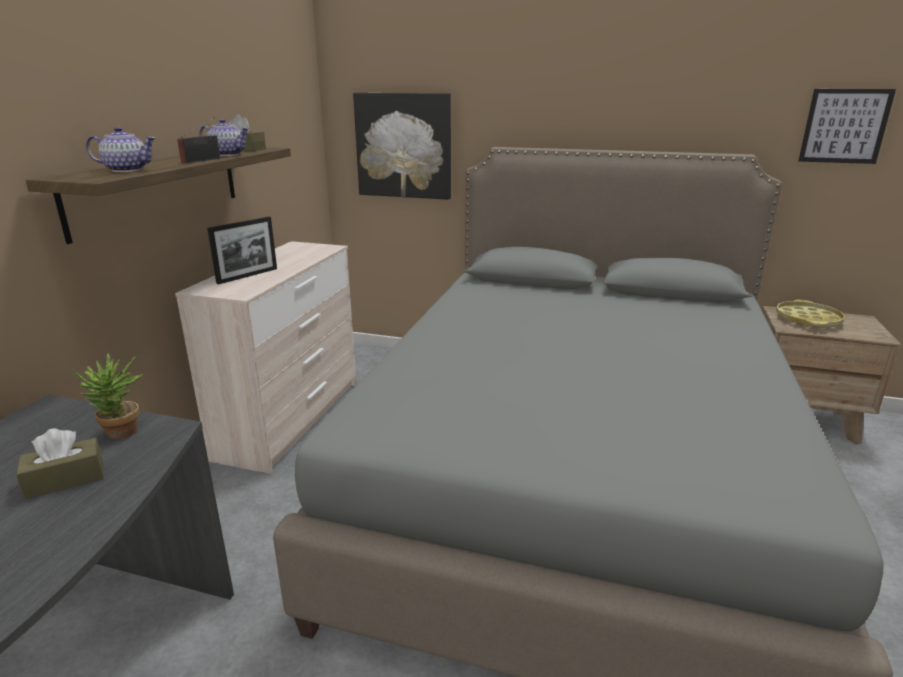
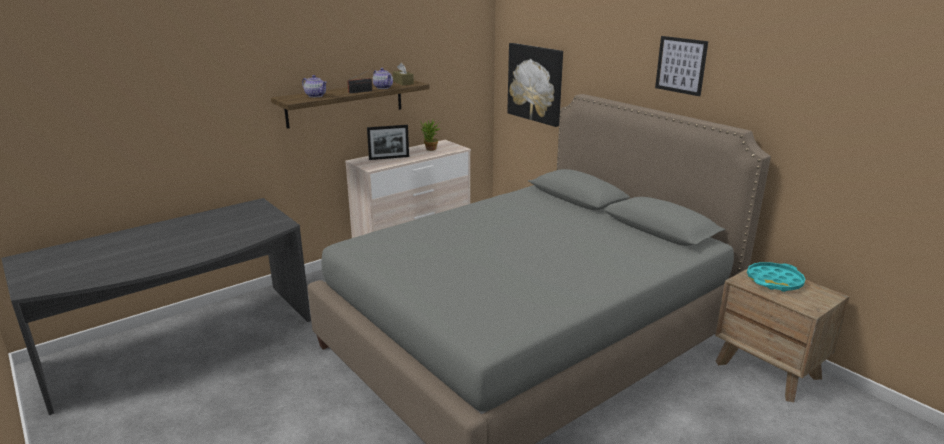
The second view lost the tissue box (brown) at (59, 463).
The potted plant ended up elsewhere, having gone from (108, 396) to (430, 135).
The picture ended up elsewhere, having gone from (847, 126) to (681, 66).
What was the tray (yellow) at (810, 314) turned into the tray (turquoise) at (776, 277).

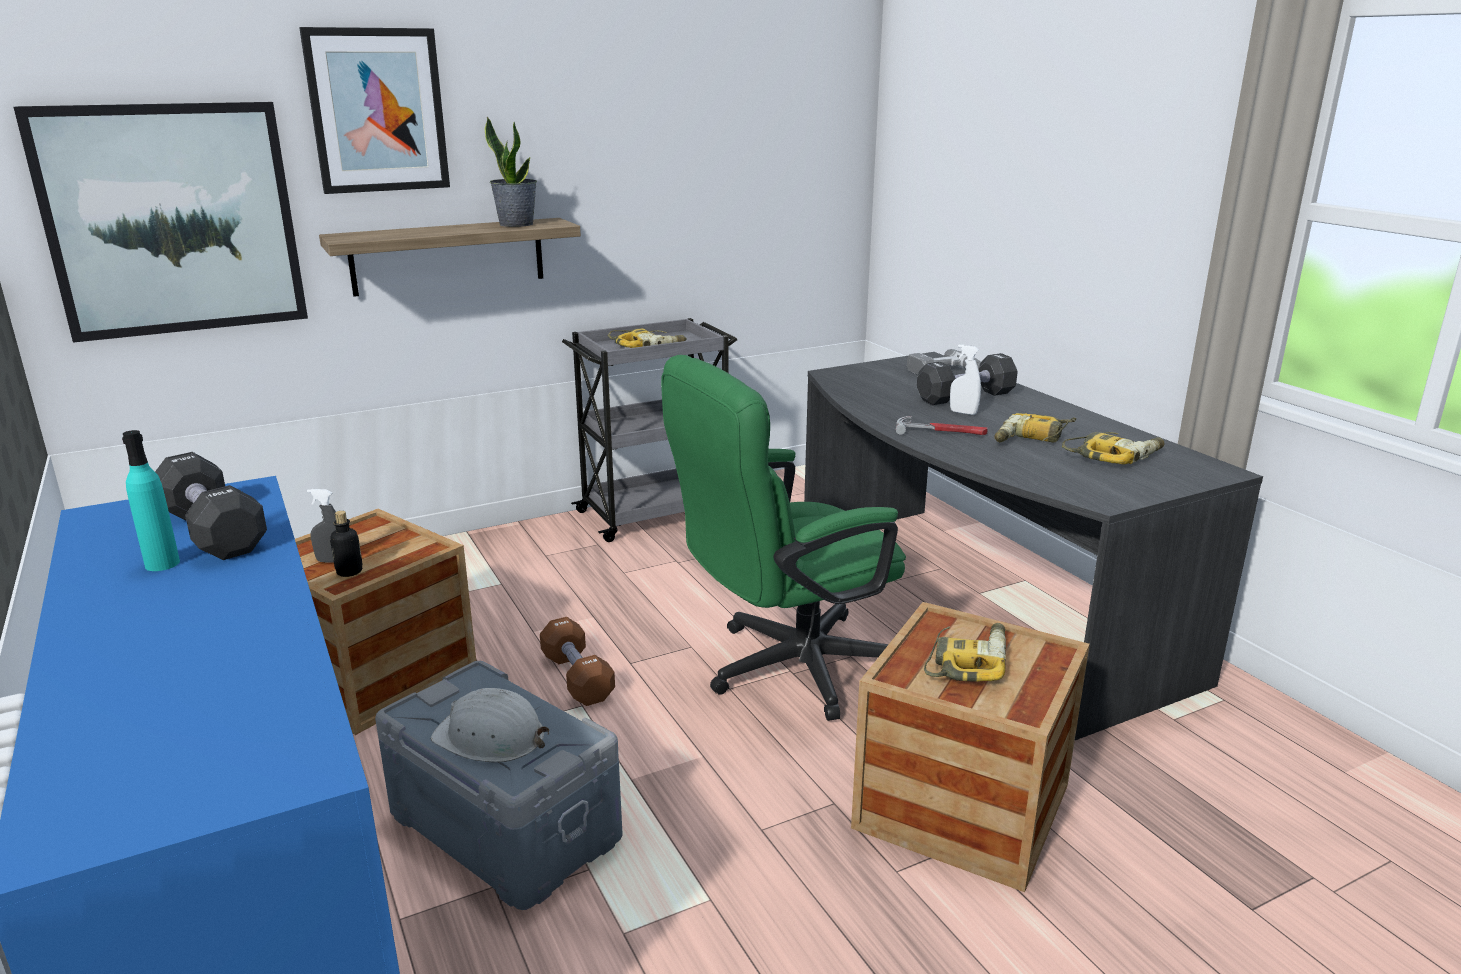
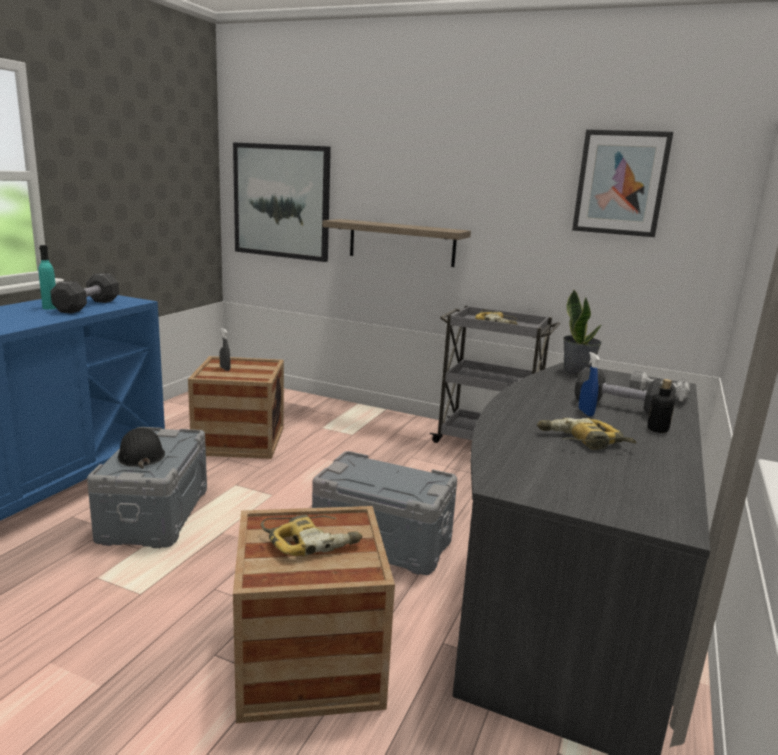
The second view lost the dumbbell (brown) at (577, 661).
The second view lost the hammer at (942, 425).
The second view lost the power drill at (1113, 448).
The picture ended up elsewhere, having gone from (374, 110) to (622, 183).
The bottle ended up elsewhere, having gone from (346, 544) to (661, 406).
The potted plant ended up elsewhere, having gone from (510, 172) to (582, 333).
Where the office chair (green) stood at (783, 538), the storage box (grey) came to stand at (384, 513).
What was the hard hat (white) at (490, 725) turned into the hard hat (black) at (141, 448).
What was the spray bottle (white) at (965, 379) turned into the spray bottle (blue) at (589, 384).

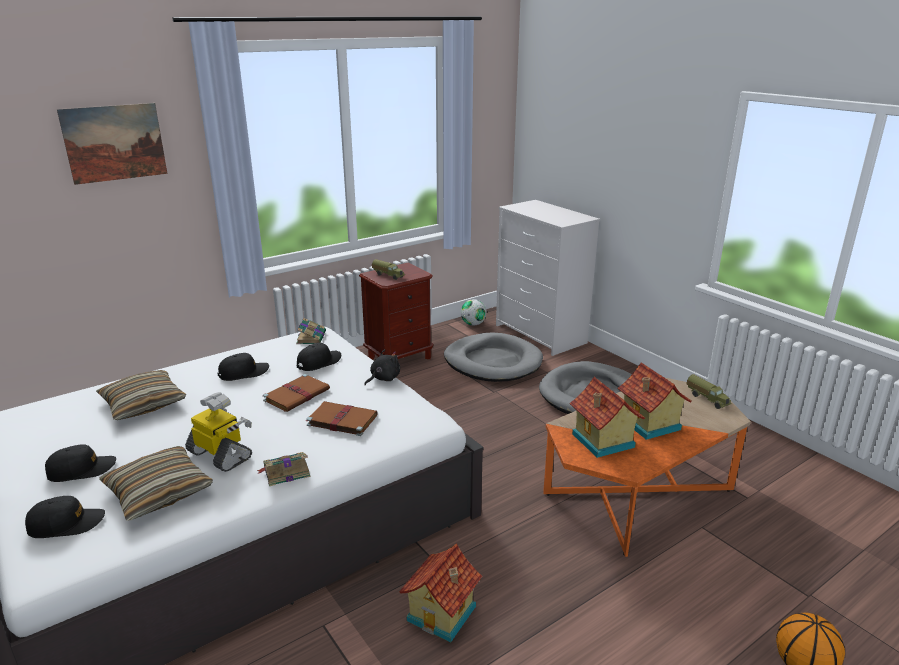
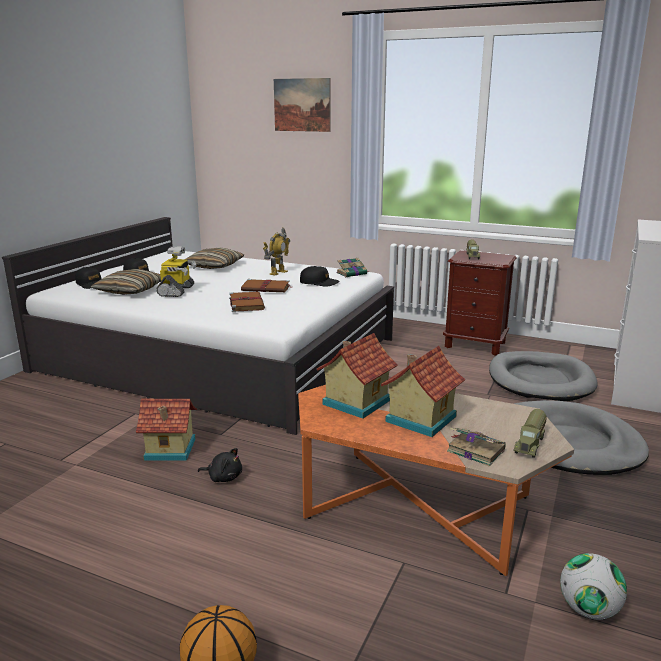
The book ended up elsewhere, having gone from (283, 469) to (476, 447).
The plush toy (black) ended up elsewhere, having gone from (382, 367) to (220, 465).
The football ended up elsewhere, having gone from (474, 312) to (593, 586).
Where the cap (black) stood at (243, 367), the toy robot came to stand at (276, 251).

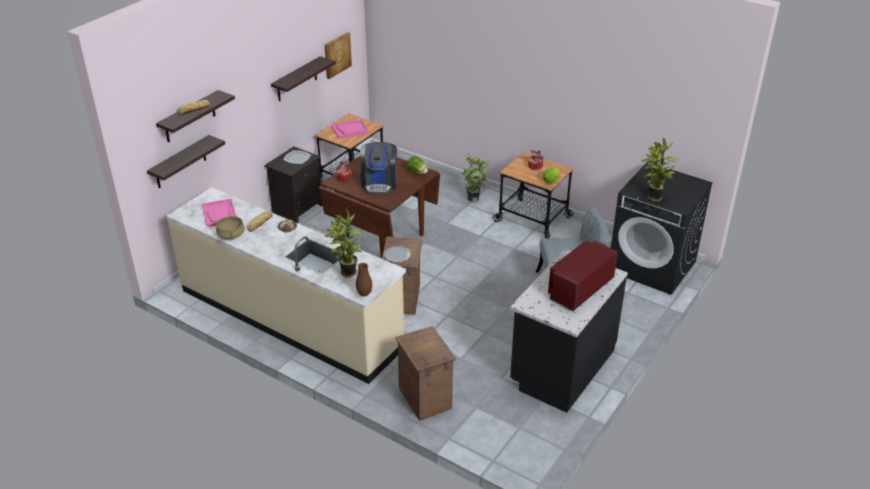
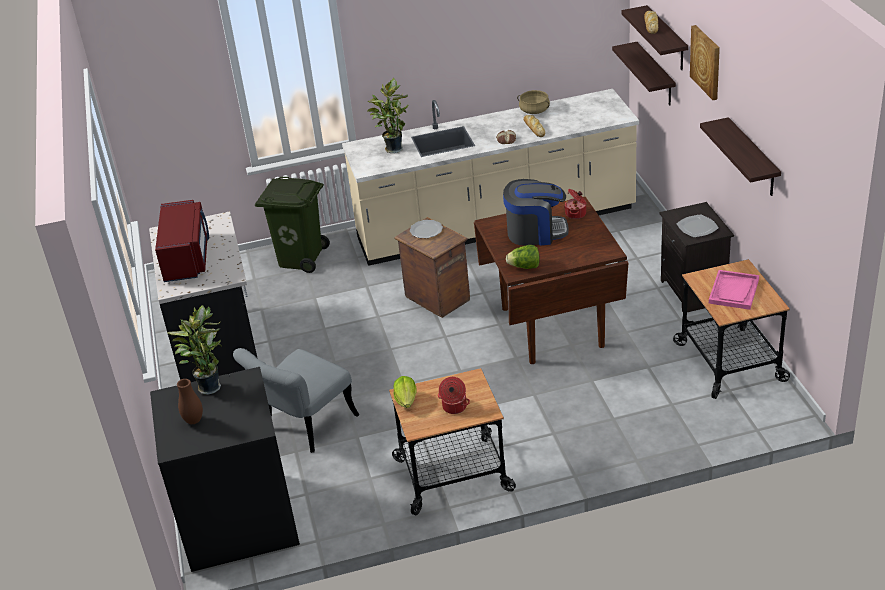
The second view lost the tray (pink) at (219, 213).
The second view lost the potted plant at (475, 178).
The picture ended up elsewhere, having gone from (338, 55) to (705, 62).
The vase (brown) ended up elsewhere, having gone from (364, 279) to (190, 401).
Where the crate stood at (425, 373), the trash can (green) came to stand at (292, 225).
The coffee machine at (378, 168) ended up facing another way, 135 degrees clockwise from before.

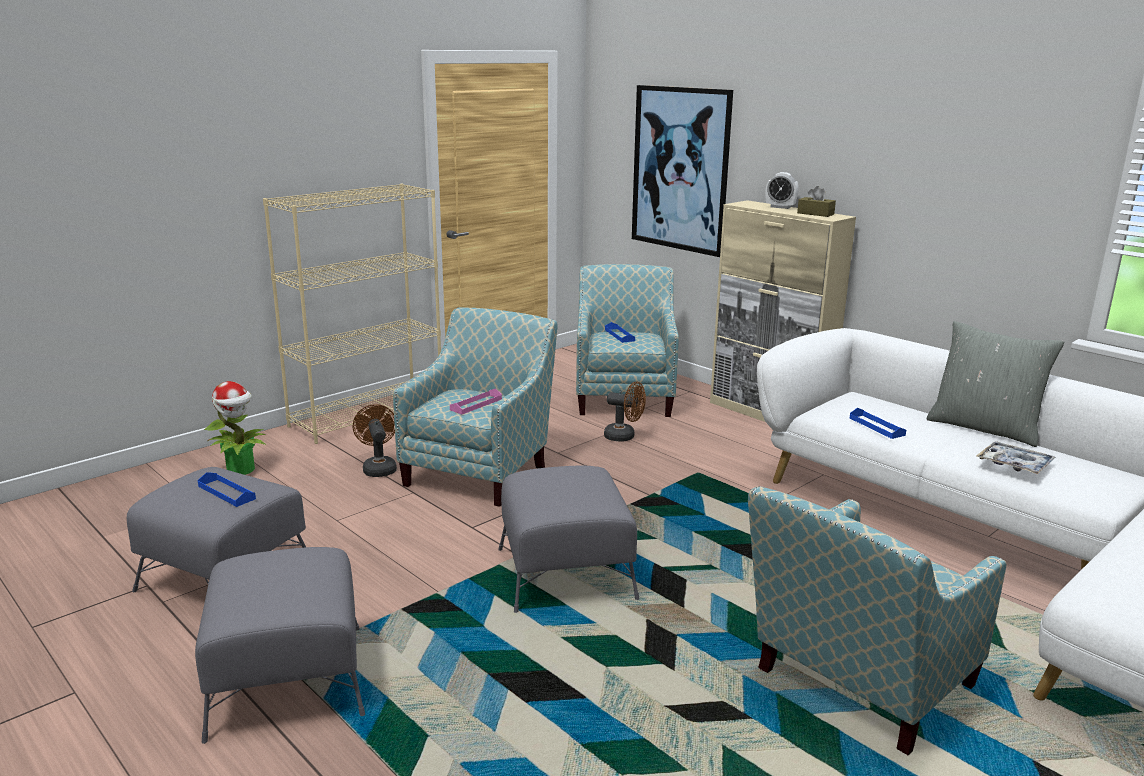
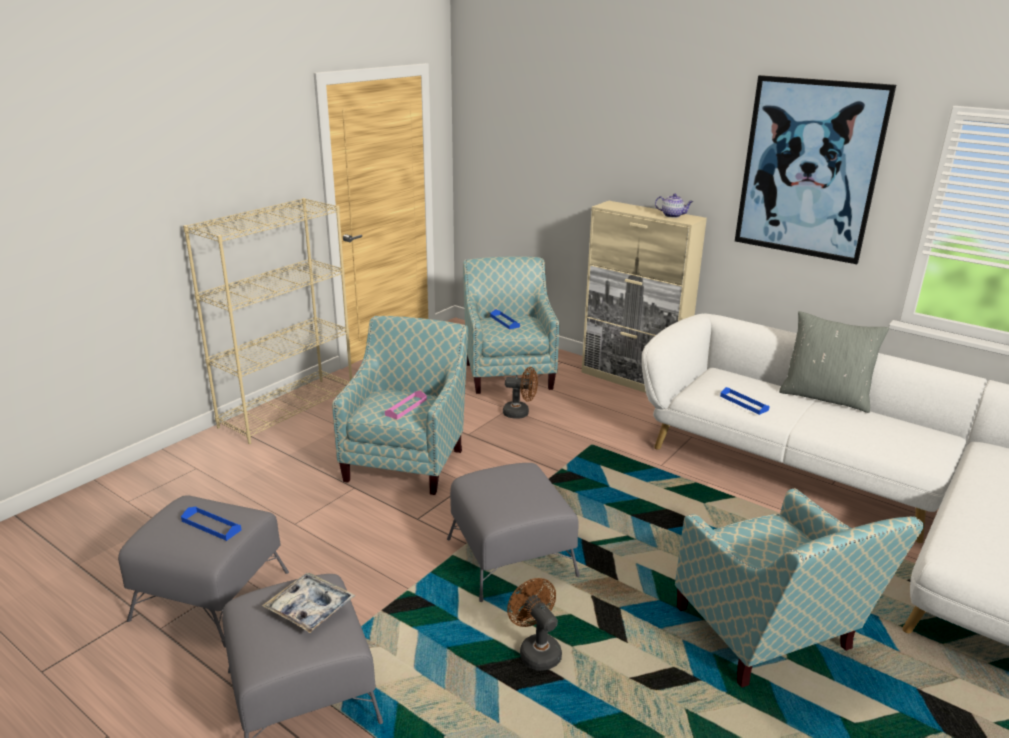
The second view lost the potted plant at (235, 428).
The second view lost the alarm clock at (782, 190).
The fan (brown) ended up elsewhere, having gone from (375, 440) to (534, 624).
The picture ended up elsewhere, having gone from (682, 171) to (815, 169).
The tray ended up elsewhere, having gone from (1016, 457) to (308, 603).
Where the tissue box (brown) stood at (816, 201), the teapot came to stand at (674, 206).
The armchair at (877, 620) ended up facing another way, 60 degrees counterclockwise from before.

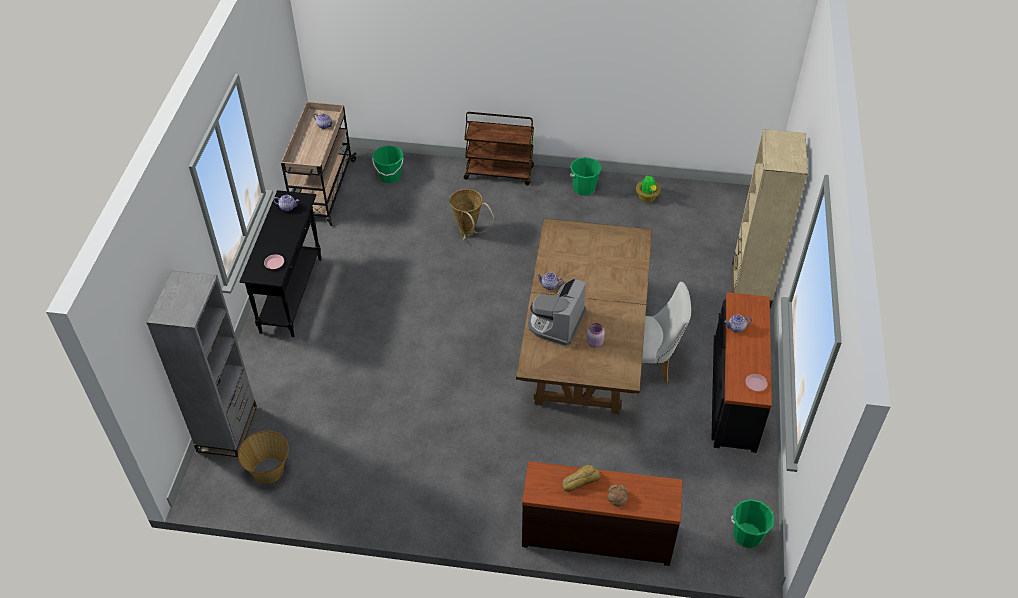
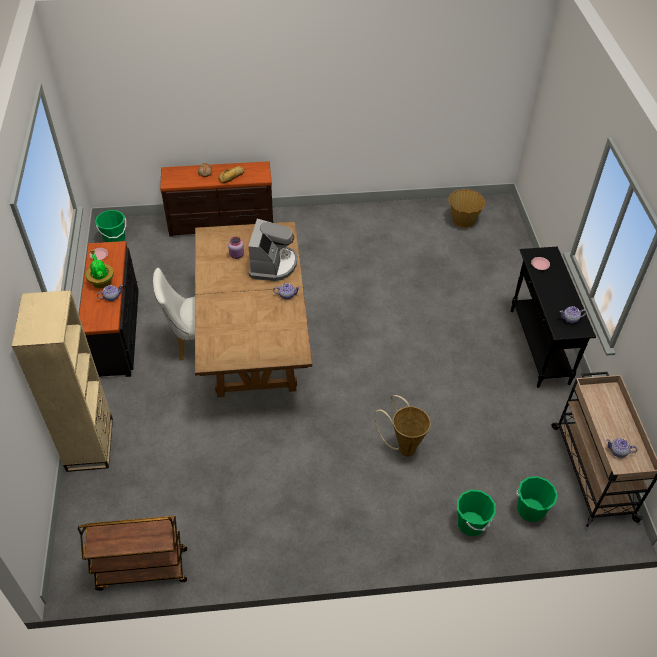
The second view lost the bookcase (grey) at (201, 363).
The cart (brown) ended up elsewhere, having gone from (499, 149) to (132, 553).
The bucket (green) ended up elsewhere, having gone from (586, 176) to (476, 513).
The potted plant ended up elsewhere, having gone from (648, 188) to (100, 269).

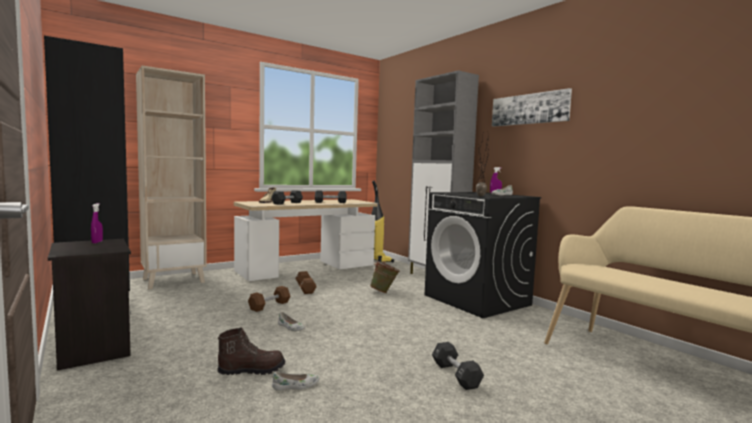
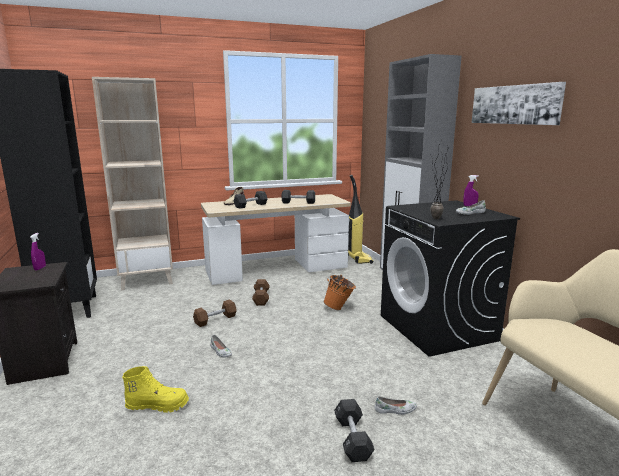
The shoe (white) ended up elsewhere, having gone from (295, 381) to (395, 405).
What was the boot (brown) at (251, 351) turned into the boot (yellow) at (155, 389).
What was the bucket (green) at (385, 277) turned into the bucket (orange) at (339, 292).

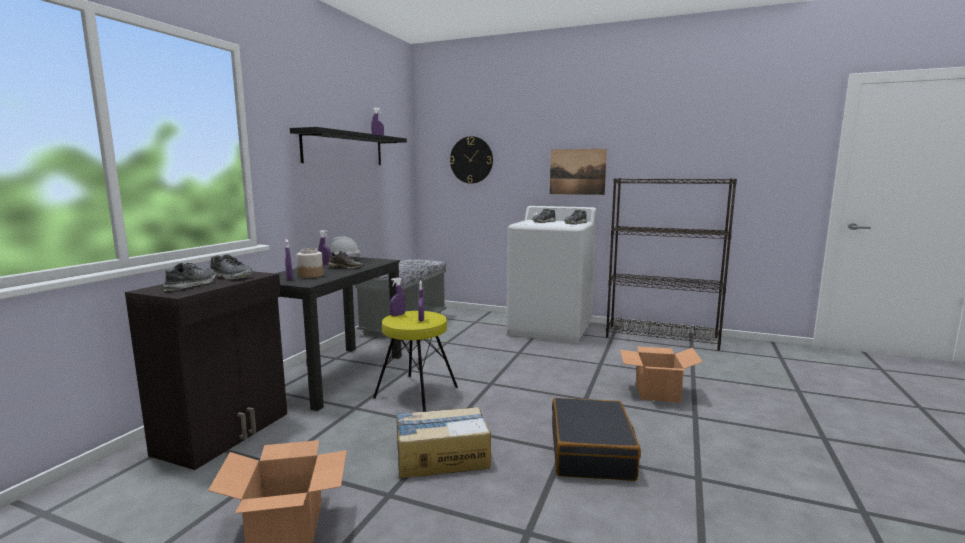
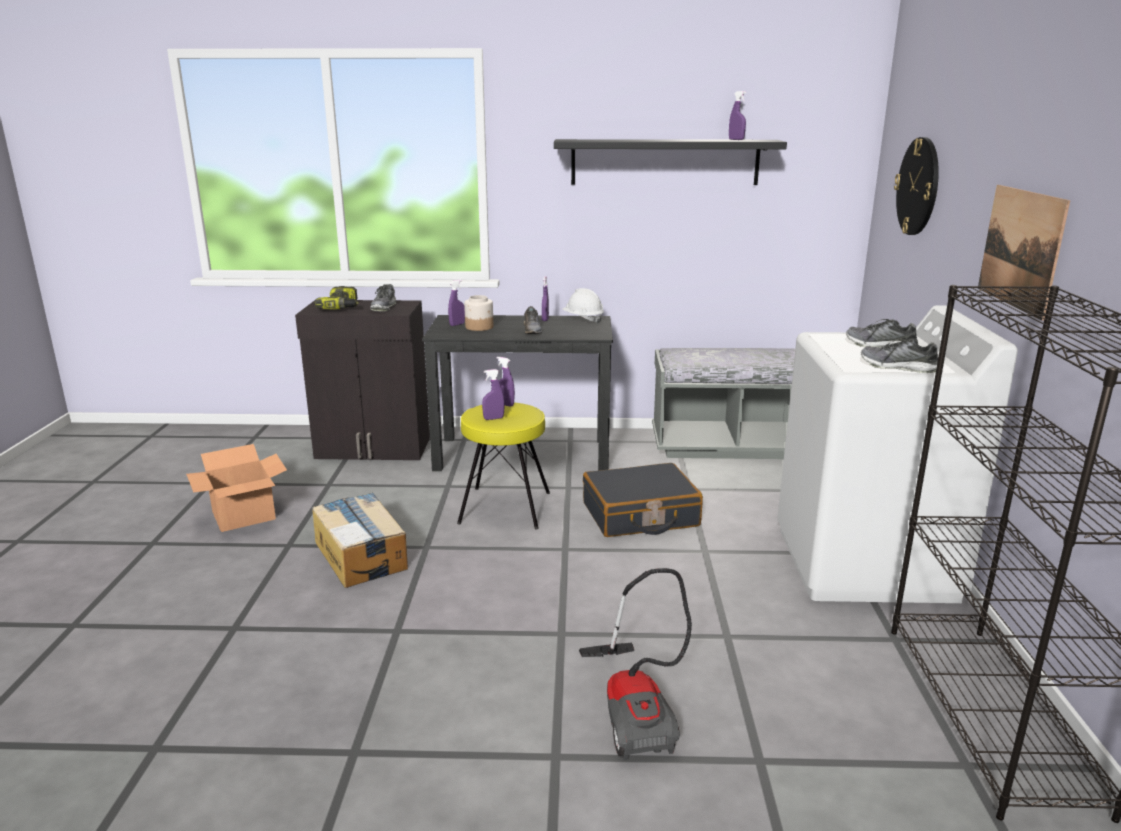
The suitcase (black) ended up elsewhere, having gone from (596, 439) to (643, 500).
Where the shoe stood at (190, 277), the power drill came to stand at (336, 297).
Where the cardboard box stood at (661, 374), the vacuum cleaner came to stand at (635, 664).

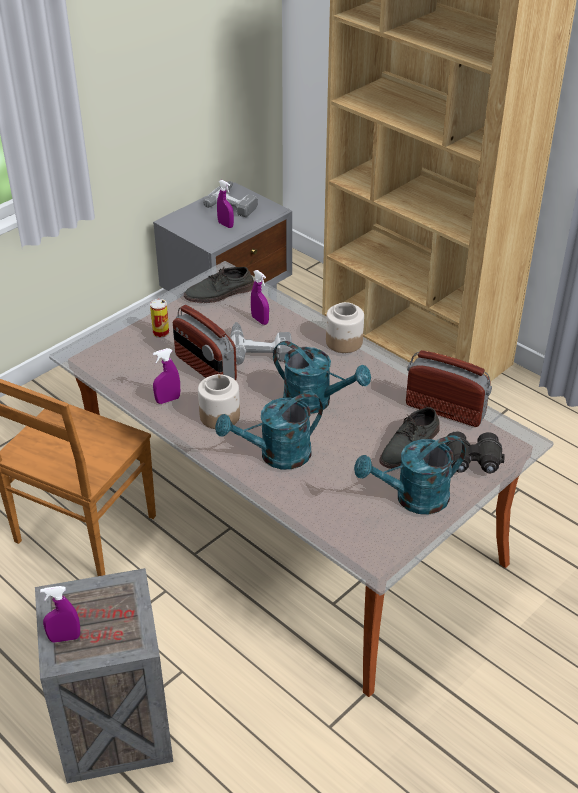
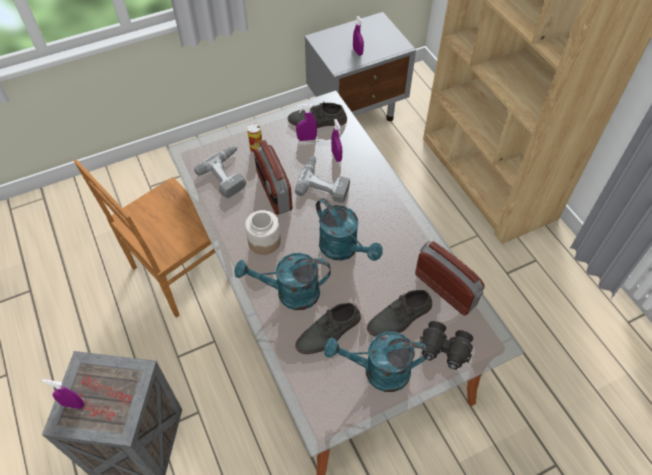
The second view lost the jar at (345, 327).
The second view gained the shoe (grey) at (328, 328).
The spray bottle (purple) ended up elsewhere, having gone from (166, 376) to (306, 122).
The power drill ended up elsewhere, having gone from (230, 199) to (220, 172).

